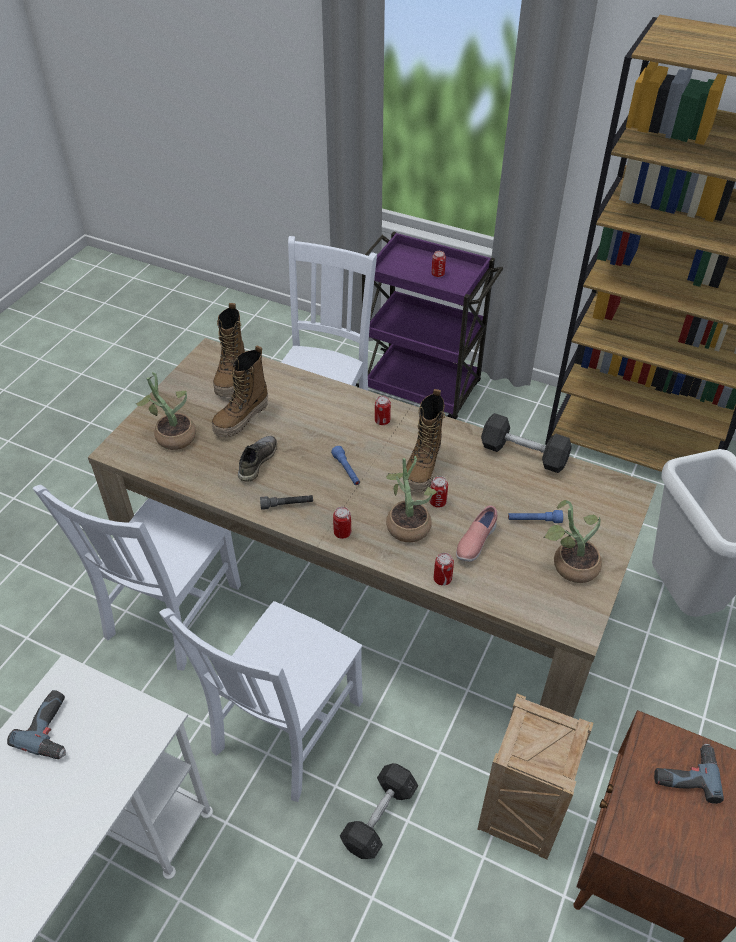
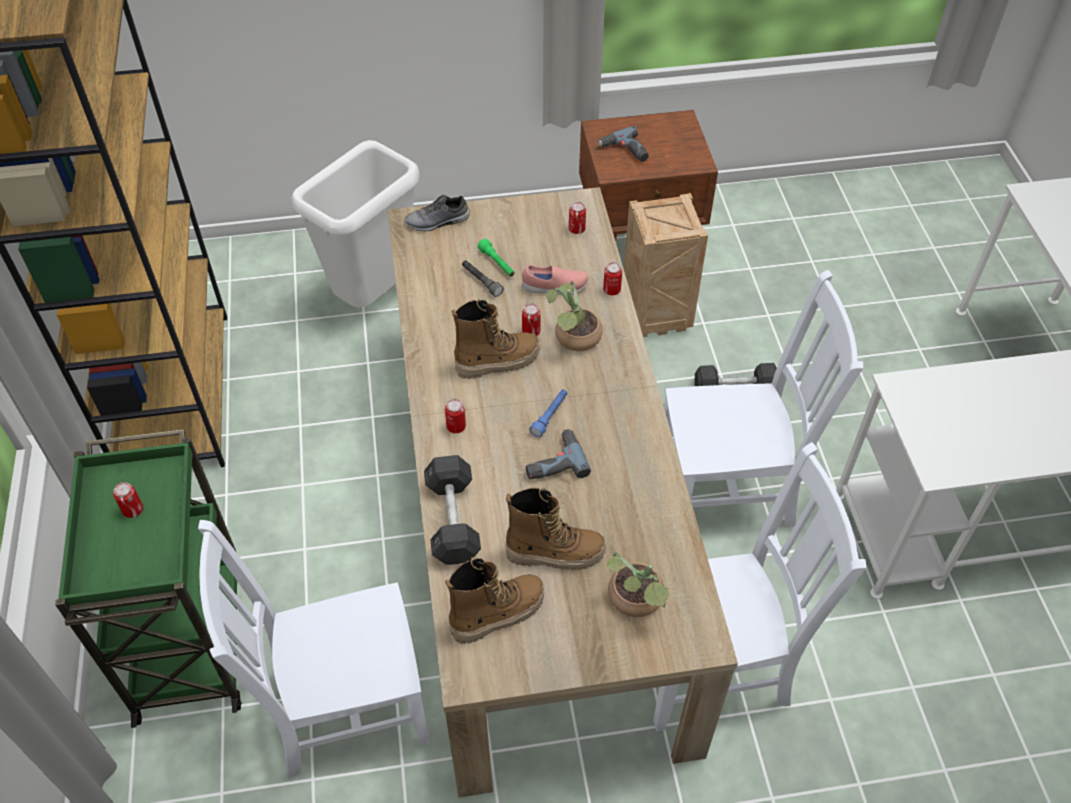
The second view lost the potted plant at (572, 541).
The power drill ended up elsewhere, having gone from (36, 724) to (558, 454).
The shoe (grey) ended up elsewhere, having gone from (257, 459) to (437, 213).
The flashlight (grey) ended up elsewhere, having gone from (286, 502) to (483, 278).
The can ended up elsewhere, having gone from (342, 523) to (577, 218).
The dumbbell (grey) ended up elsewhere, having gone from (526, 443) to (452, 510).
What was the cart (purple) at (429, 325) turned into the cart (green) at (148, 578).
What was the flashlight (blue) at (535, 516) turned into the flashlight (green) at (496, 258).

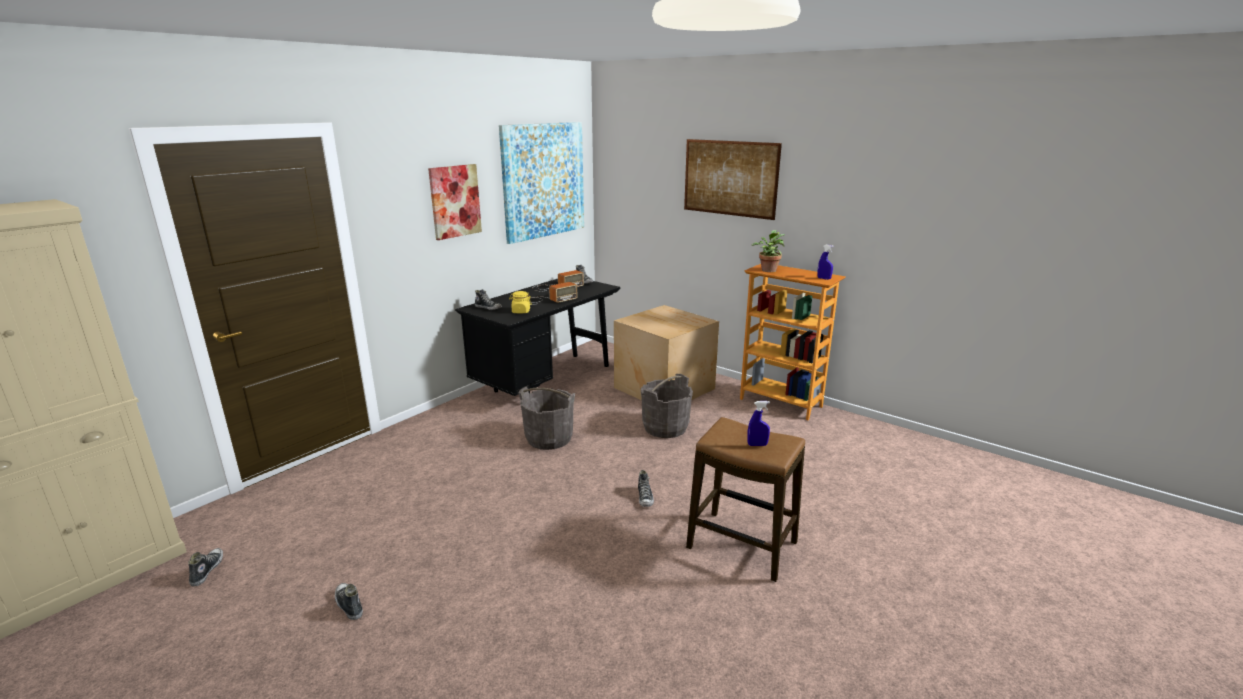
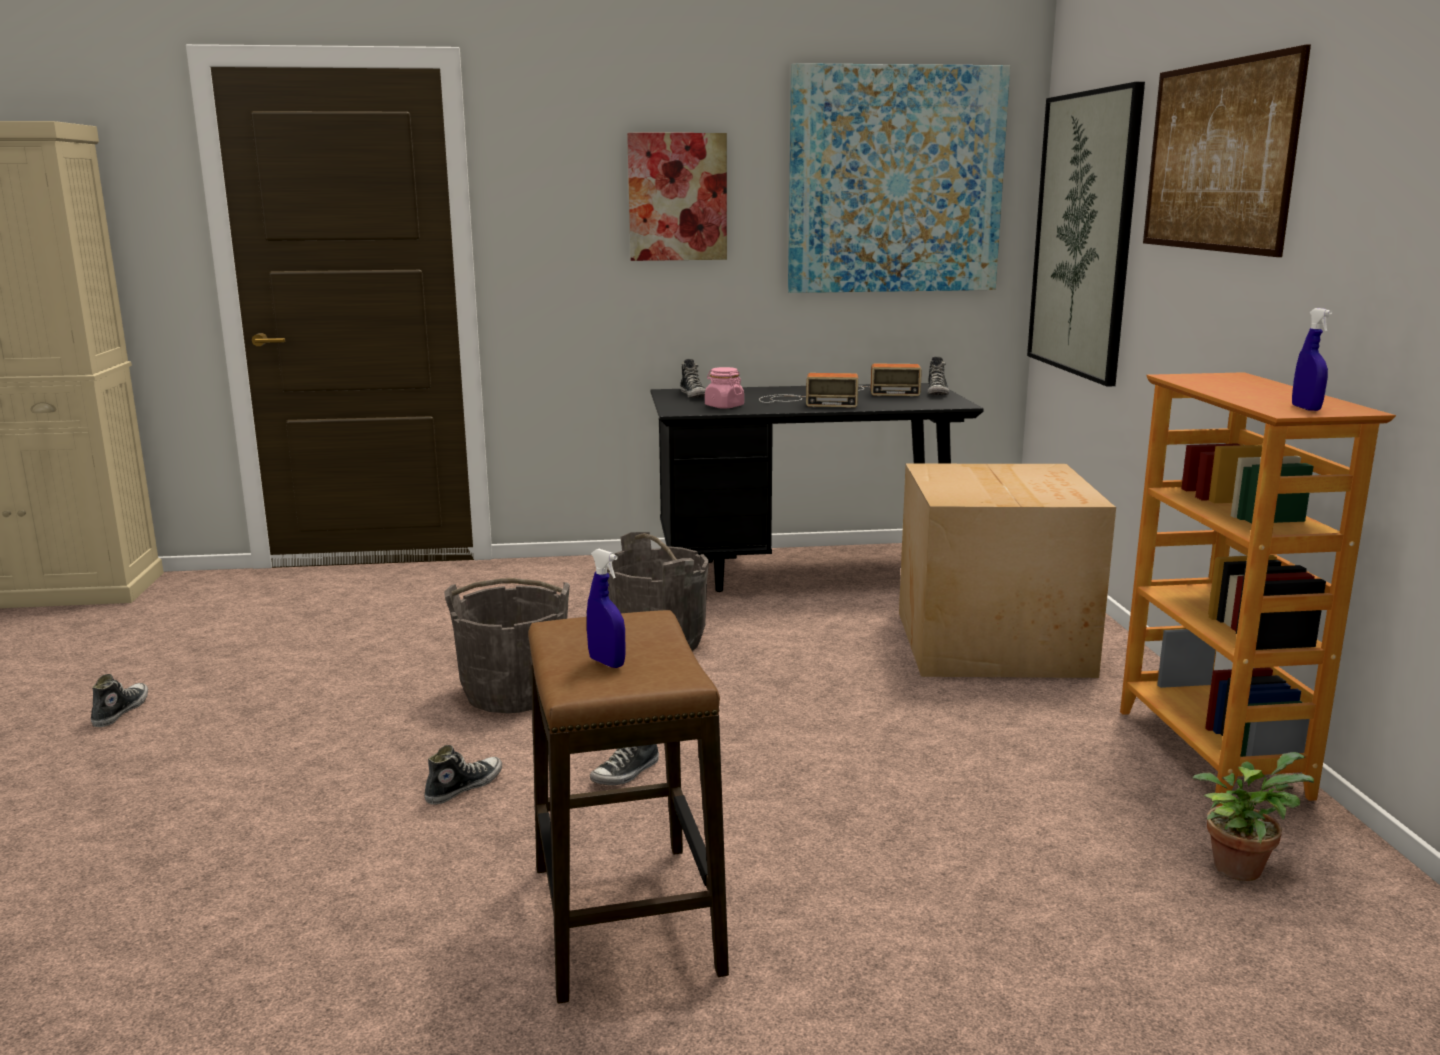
The second view gained the picture at (1086, 234).
The shoe ended up elsewhere, having gone from (205, 567) to (463, 775).
The bucket (grey) ended up elsewhere, having gone from (667, 406) to (507, 645).
The potted plant ended up elsewhere, having gone from (768, 251) to (1253, 816).
What was the jar (yellow) at (520, 302) turned into the jar (pink) at (724, 387).

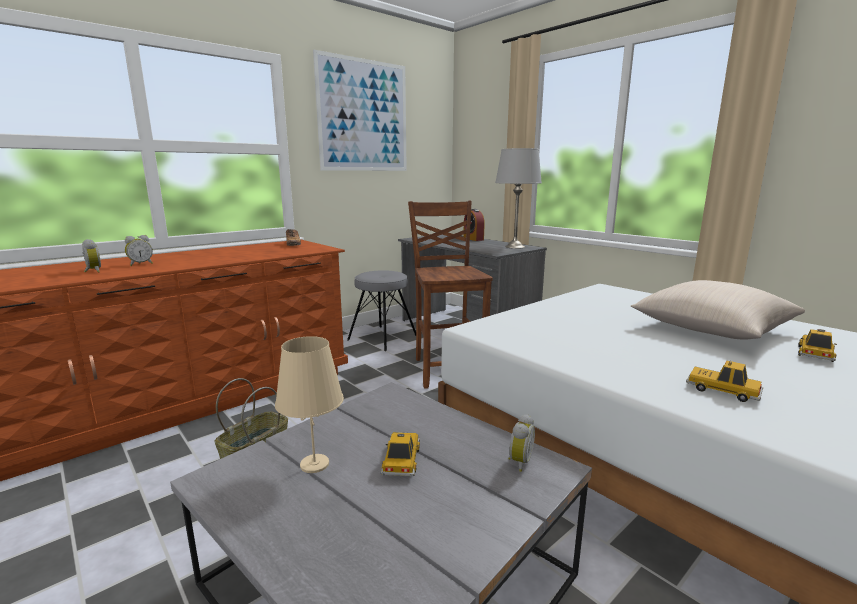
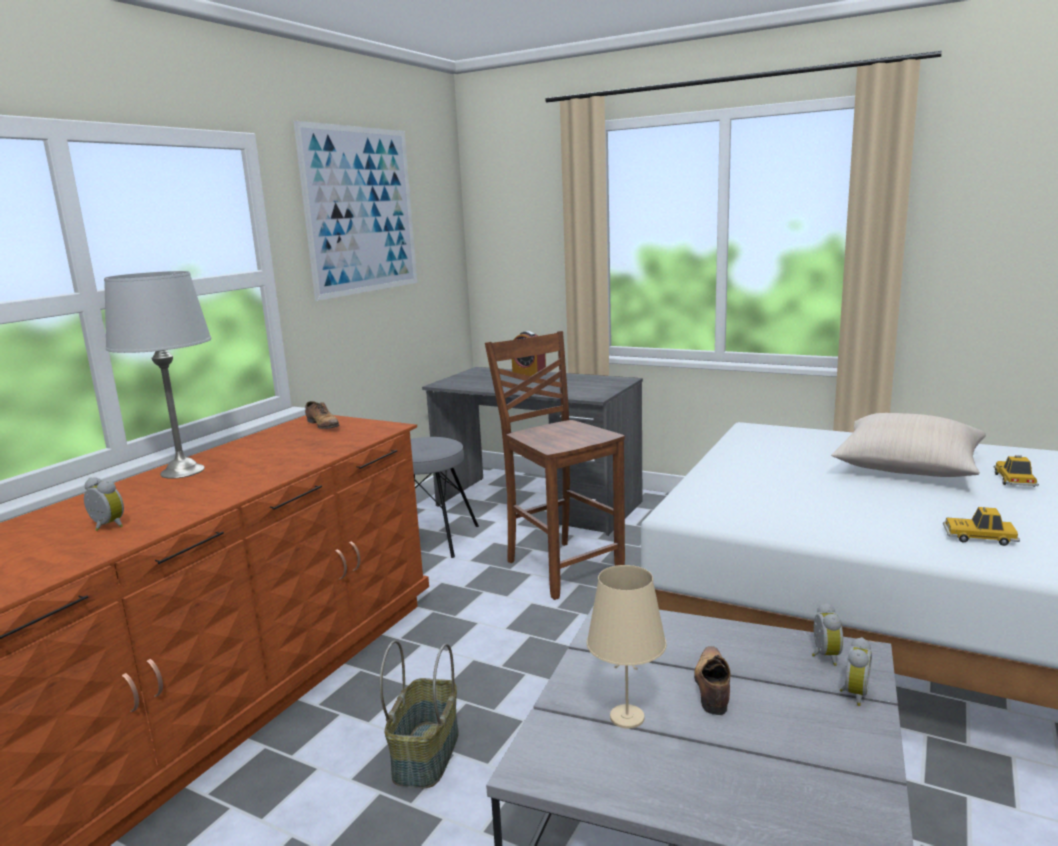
The alarm clock ended up elsewhere, having gone from (139, 250) to (856, 671).
The table lamp (grey) ended up elsewhere, having gone from (518, 198) to (158, 375).
Where the toy car stood at (400, 454), the shoe came to stand at (712, 680).

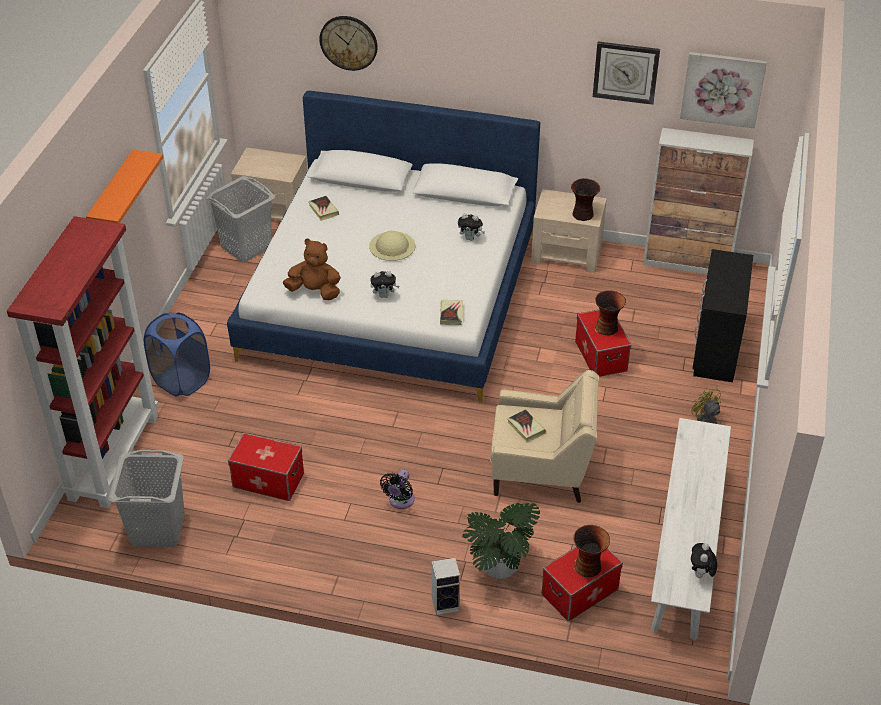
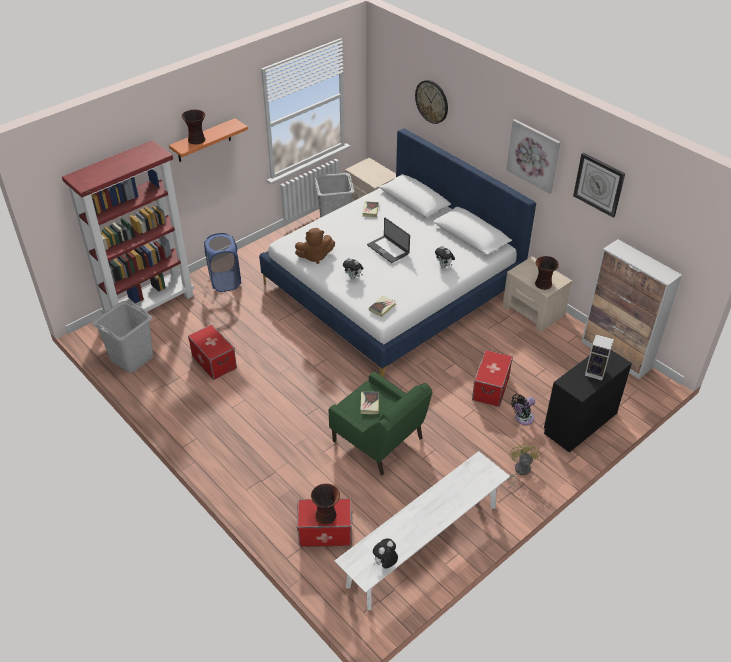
The second view lost the potted plant at (501, 541).
The fan (black) ended up elsewhere, having gone from (397, 489) to (523, 409).
The speaker ended up elsewhere, having gone from (446, 586) to (599, 357).
The vase ended up elsewhere, having gone from (610, 312) to (193, 127).
The picture ended up elsewhere, having gone from (723, 90) to (533, 156).
Where the hat (beige) stood at (392, 246), the laptop came to stand at (388, 240).
What was the armchair (beige) at (544, 436) turned into the armchair (green) at (380, 423).
The plush toy (brown) at (312, 269) ended up facing another way, 120 degrees clockwise from before.

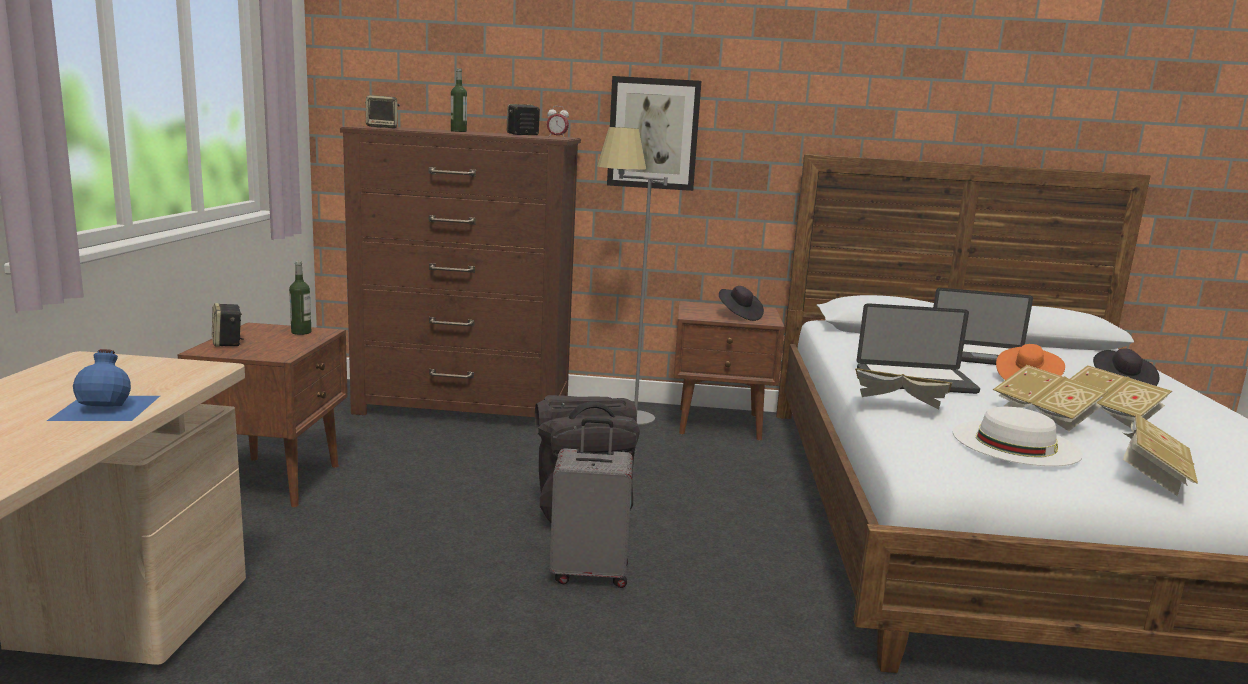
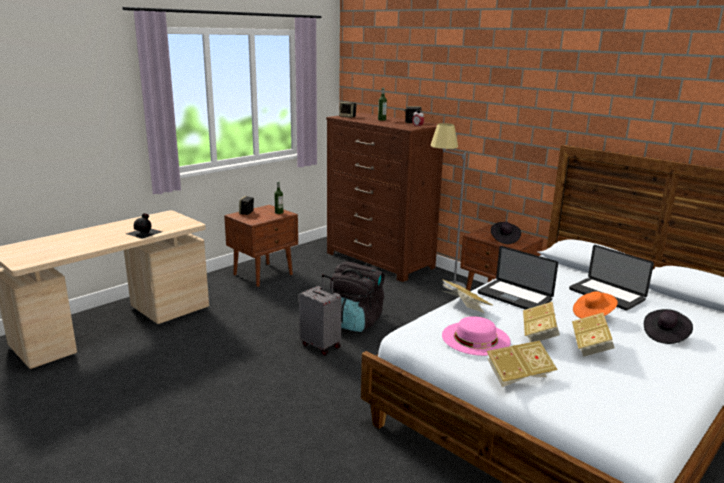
The second view lost the picture at (654, 133).
What was the bottle (blue) at (103, 385) turned into the bottle (black) at (144, 226).
What was the hat (white) at (1018, 436) turned into the hat (pink) at (476, 336).

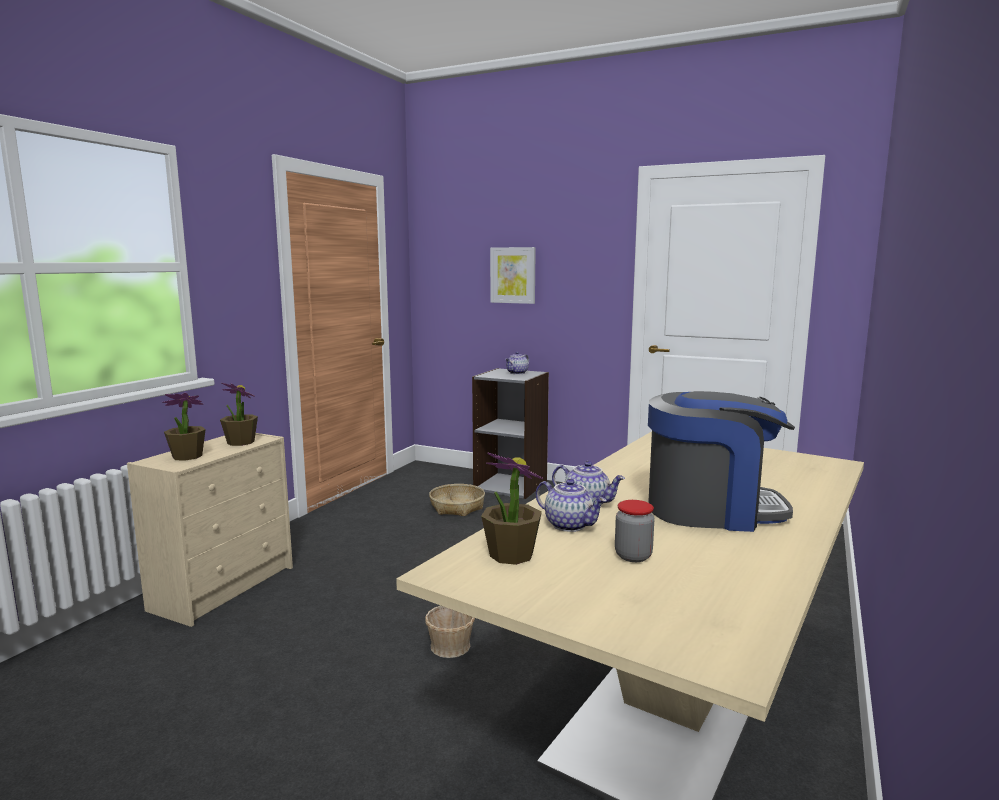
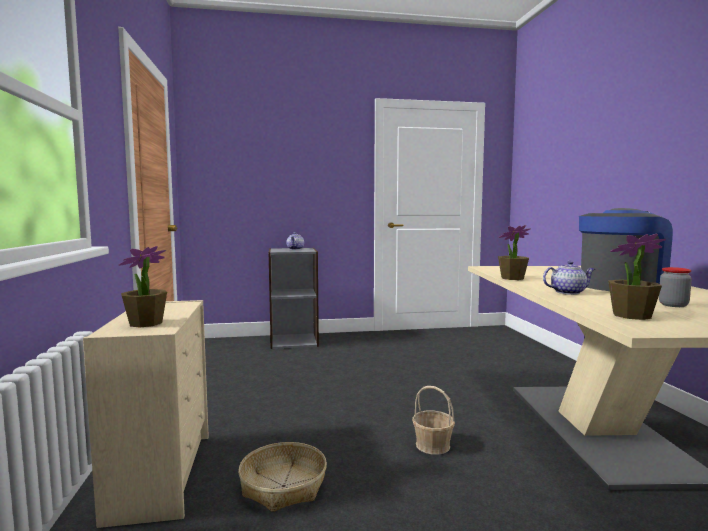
The second view lost the picture at (513, 275).
The second view lost the teapot at (571, 505).
The potted plant ended up elsewhere, having gone from (239, 414) to (514, 252).
The basket ended up elsewhere, having gone from (457, 500) to (282, 477).

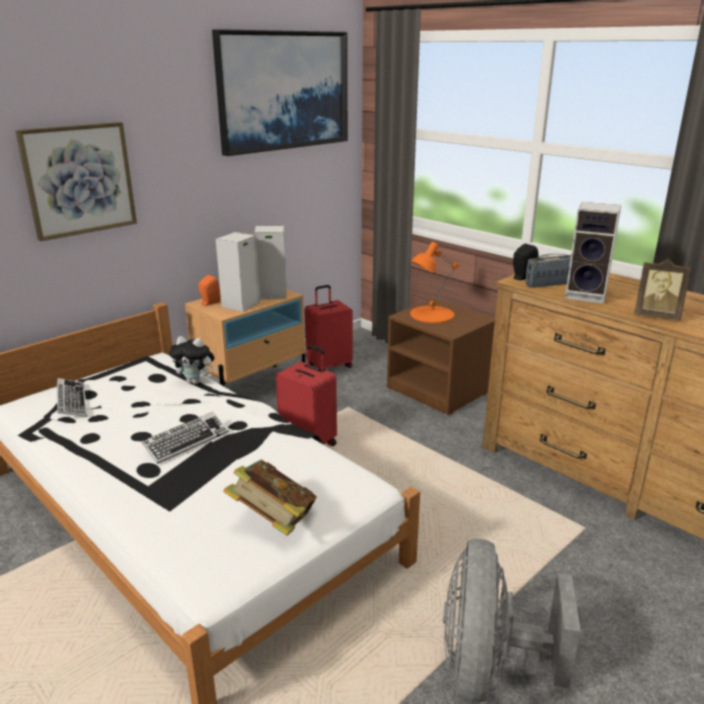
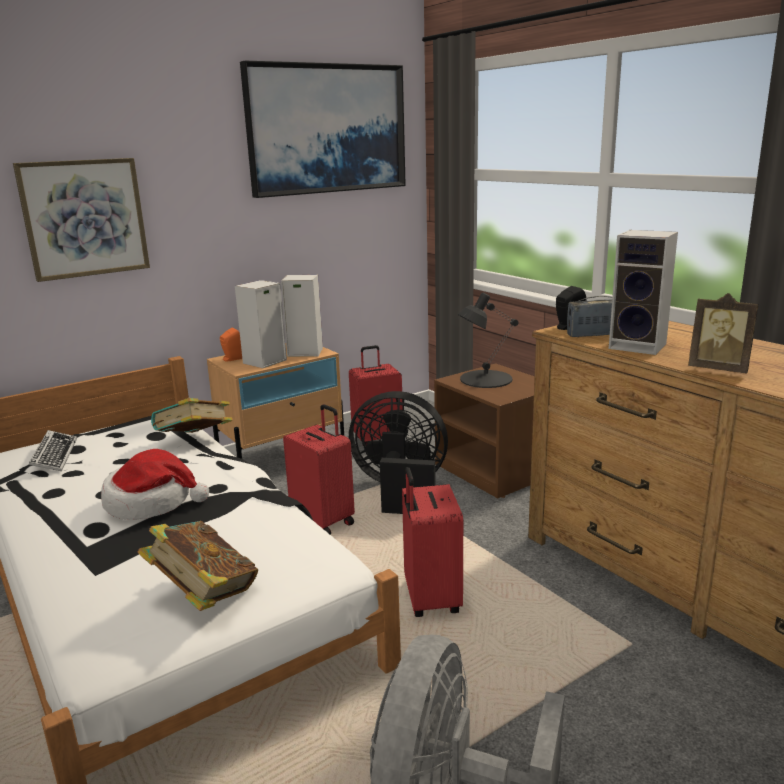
The second view gained the fan (black) at (398, 452).
The second view gained the suitcase (red) at (432, 542).
Where the keyboard stood at (185, 438), the hat came to stand at (155, 484).
Where the plush toy stood at (192, 360), the book came to stand at (192, 415).
What was the table lamp (orange) at (434, 282) turned into the table lamp (black) at (487, 340).

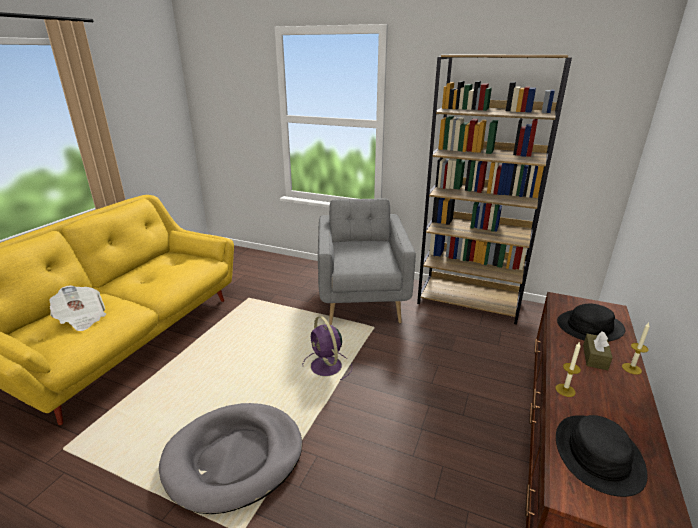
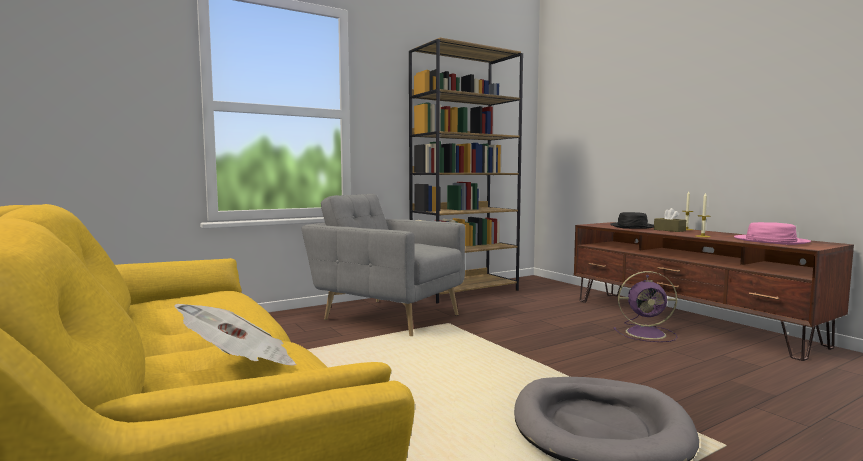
The fan (purple) ended up elsewhere, having gone from (327, 348) to (645, 306).
What was the hat (black) at (601, 456) turned into the hat (pink) at (772, 233).

